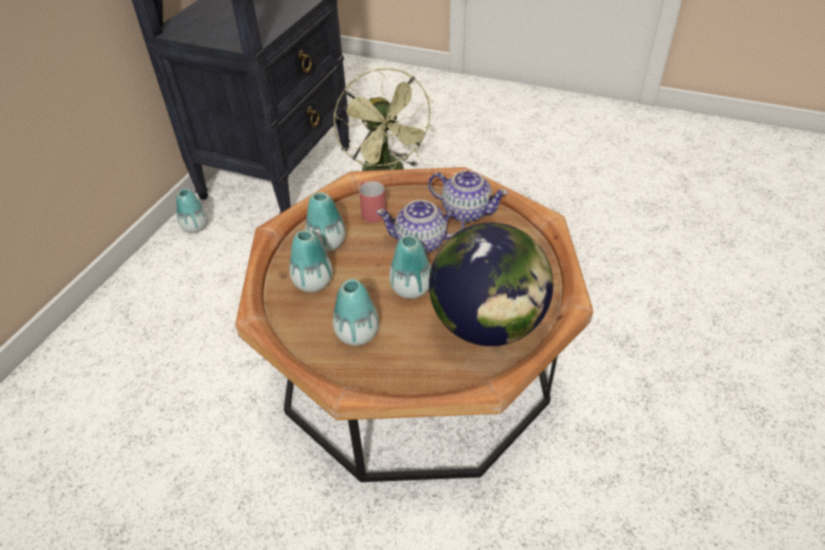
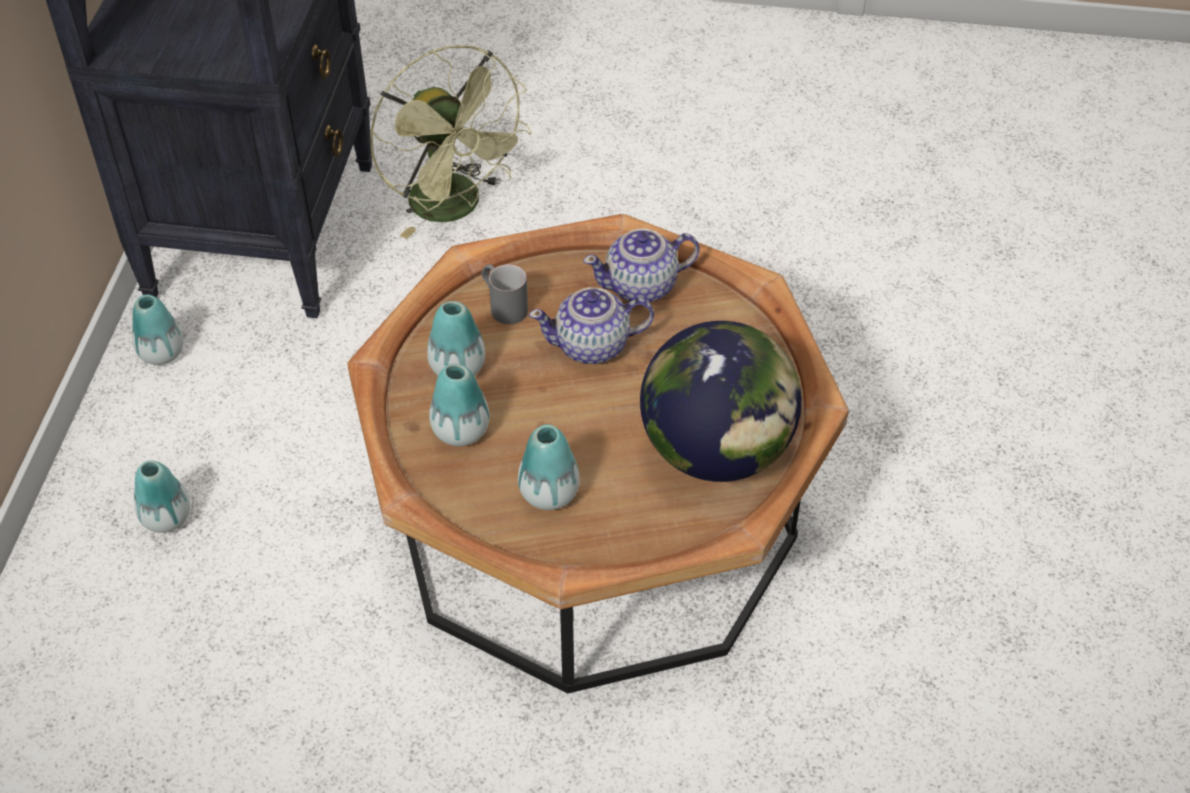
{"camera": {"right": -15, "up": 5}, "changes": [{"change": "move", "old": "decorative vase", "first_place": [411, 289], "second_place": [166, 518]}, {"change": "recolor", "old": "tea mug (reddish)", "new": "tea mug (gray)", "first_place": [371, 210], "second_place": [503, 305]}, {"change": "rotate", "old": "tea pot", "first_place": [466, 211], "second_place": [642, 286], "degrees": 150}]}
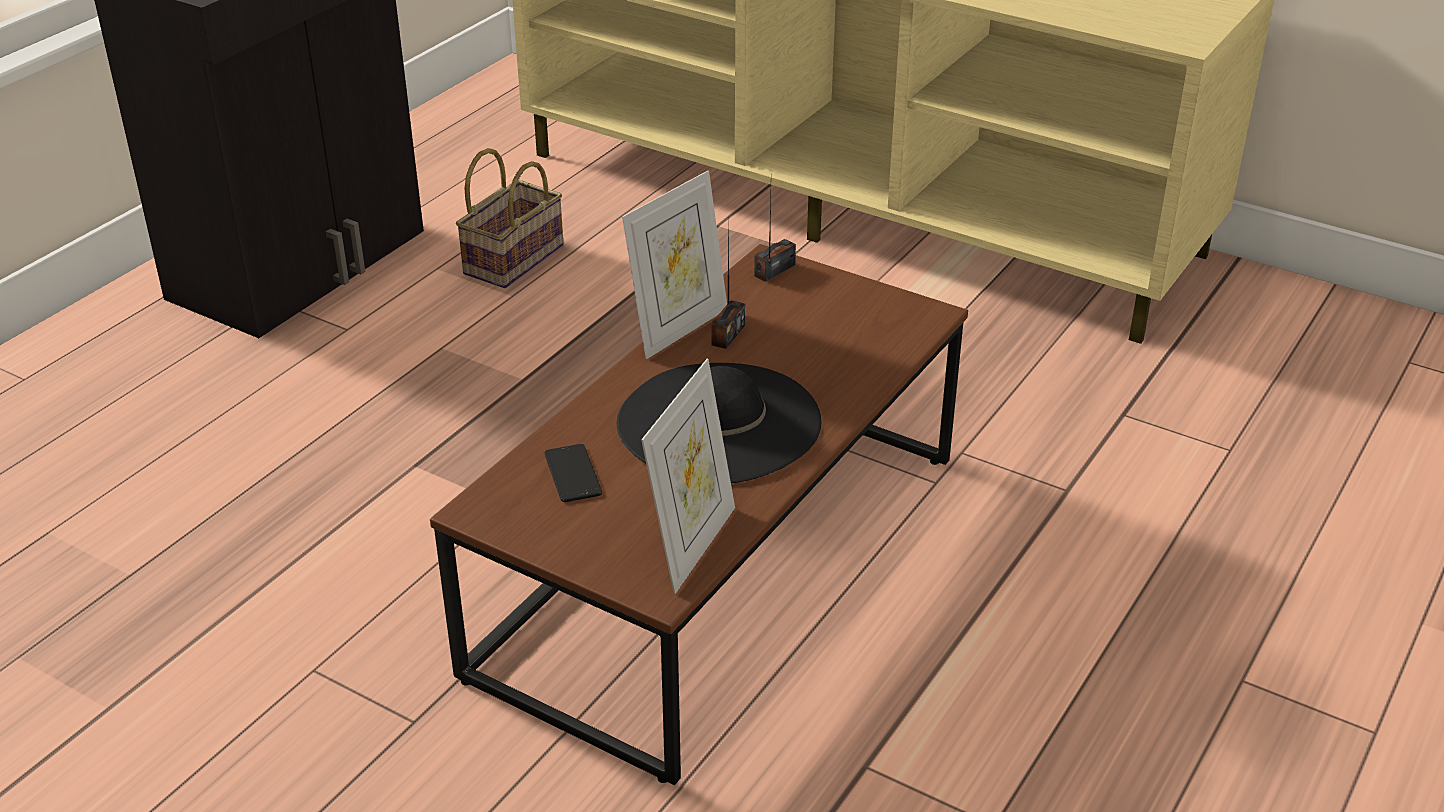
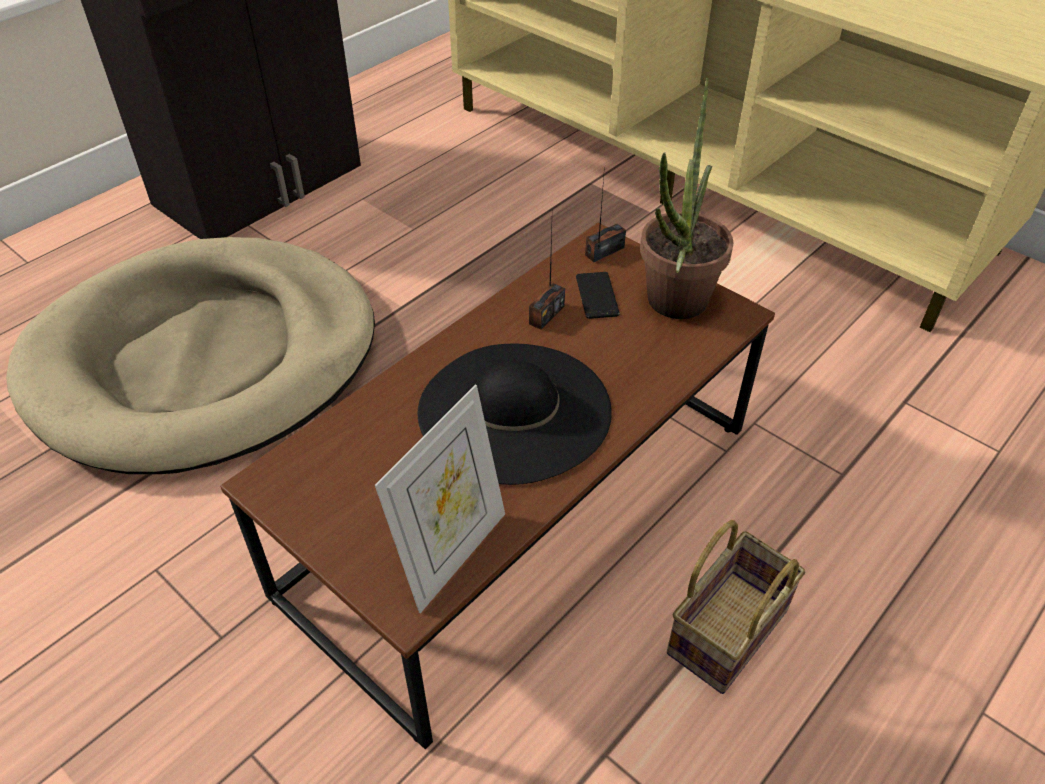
{"camera": {"right": 10, "up": 10}, "changes": [{"change": "insert", "new": "dog bed (beige-coloured)", "second_place": [205, 360]}, {"change": "move", "old": "handset", "first_place": [572, 474], "second_place": [597, 296]}, {"change": "insert", "new": "plant in a pot", "second_place": [672, 308]}, {"change": "move", "old": "basket", "first_place": [513, 258], "second_place": [727, 627]}, {"change": "delete", "old": "standing frame", "first_place": [678, 328]}]}
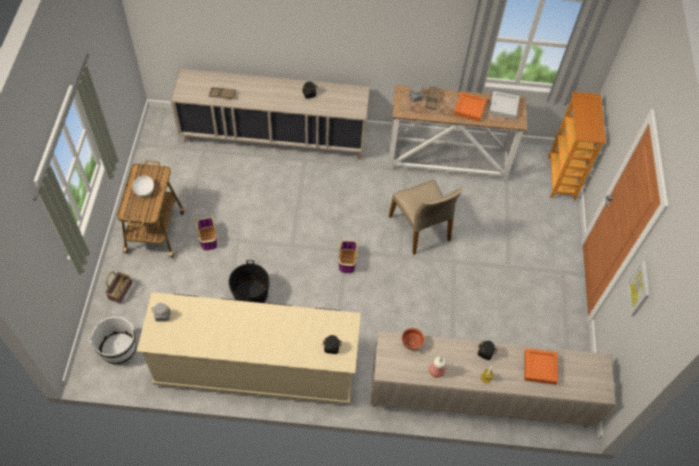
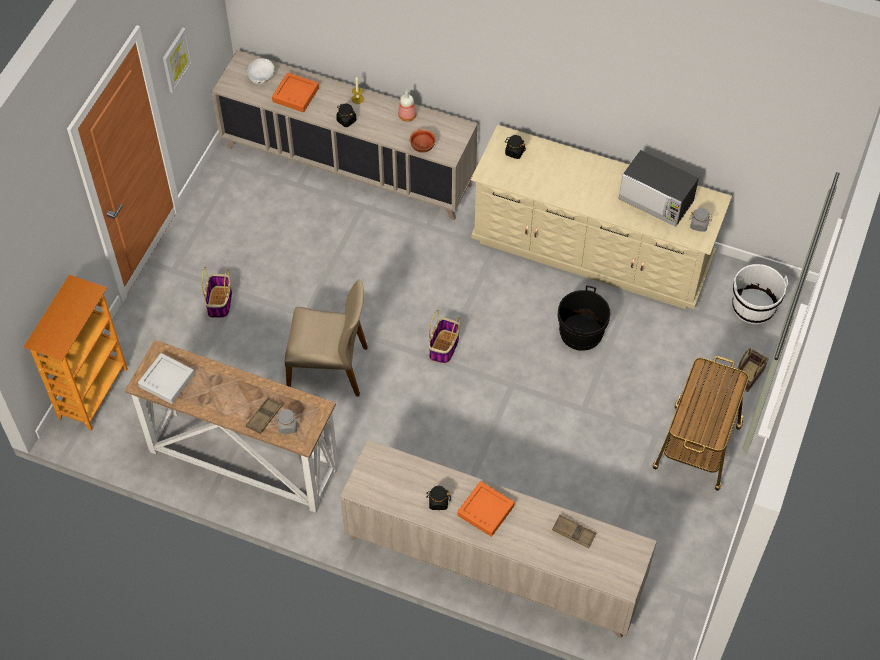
{"camera": {"right": -160, "up": 0}, "changes": [{"change": "move", "old": "basket", "first_place": [208, 238], "second_place": [220, 303]}, {"change": "move", "old": "deep dish (white)", "first_place": [144, 190], "second_place": [262, 77]}, {"change": "rotate", "old": "chair (beige-coloured)", "first_place": [420, 228], "second_place": [329, 368], "degrees": 105}, {"change": "move", "old": "tray (orange)", "first_place": [469, 109], "second_place": [485, 511]}, {"change": "insert", "new": "microwave", "second_place": [656, 201]}]}
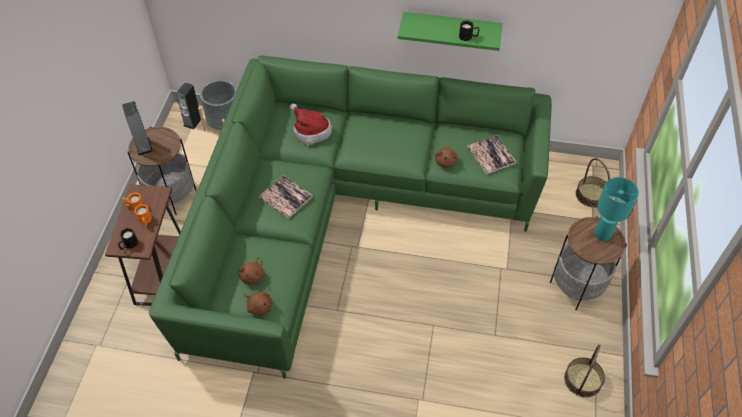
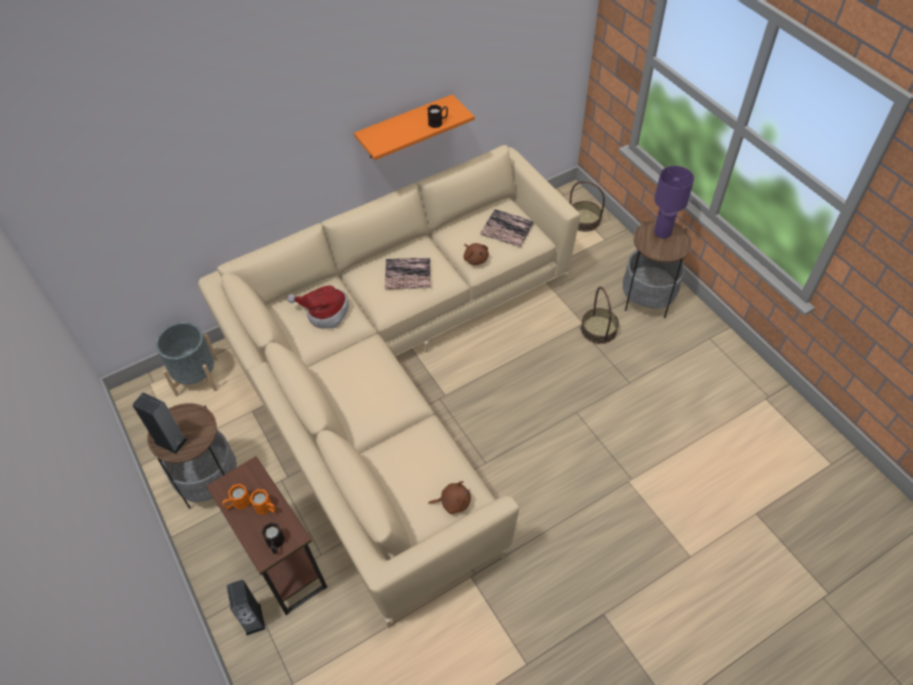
{"camera": {"right": -40, "up": 0}, "changes": [{"change": "recolor", "old": "settee (greenish)", "new": "settee (beige-coloured)", "first_place": [340, 211], "second_place": [396, 376]}, {"change": "move", "old": "speaker", "first_place": [193, 121], "second_place": [253, 619]}, {"change": "recolor", "old": "shelf (greenish)", "new": "shelf (orange)", "first_place": [451, 30], "second_place": [405, 128]}, {"change": "move", "old": "bound book", "first_place": [285, 197], "second_place": [408, 274]}, {"change": "move", "old": "basket", "first_place": [583, 380], "second_place": [599, 329]}, {"change": "recolor", "old": "tabletop lamp (blue-green)", "new": "tabletop lamp (purple-coloured)", "first_place": [603, 234], "second_place": [662, 232]}, {"change": "delete", "old": "soft toy (brownish)", "first_place": [253, 276]}]}
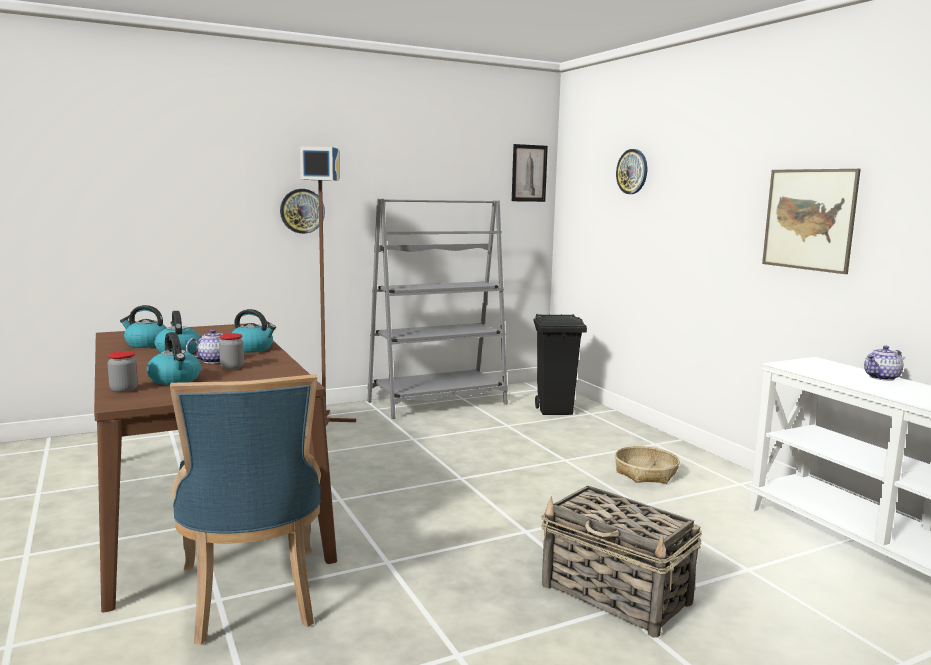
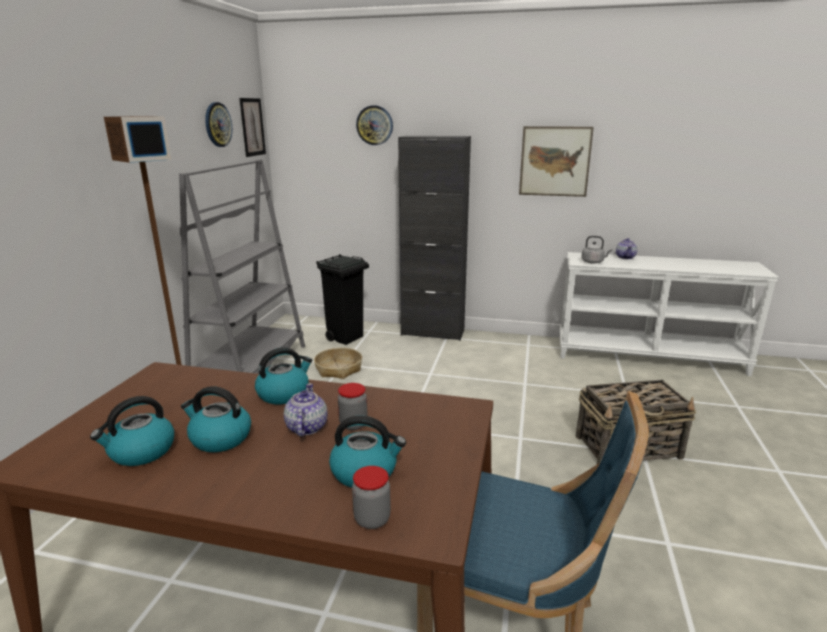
{"camera": {"right": -50, "up": 10}, "changes": [{"change": "move", "old": "hanging clock", "first_place": [302, 211], "second_place": [217, 124]}, {"change": "move", "old": "basket", "first_place": [645, 473], "second_place": [338, 369]}, {"change": "insert", "new": "storage cabinet (blackish)", "second_place": [432, 332]}, {"change": "insert", "new": "kettle (gray)", "second_place": [593, 262]}]}
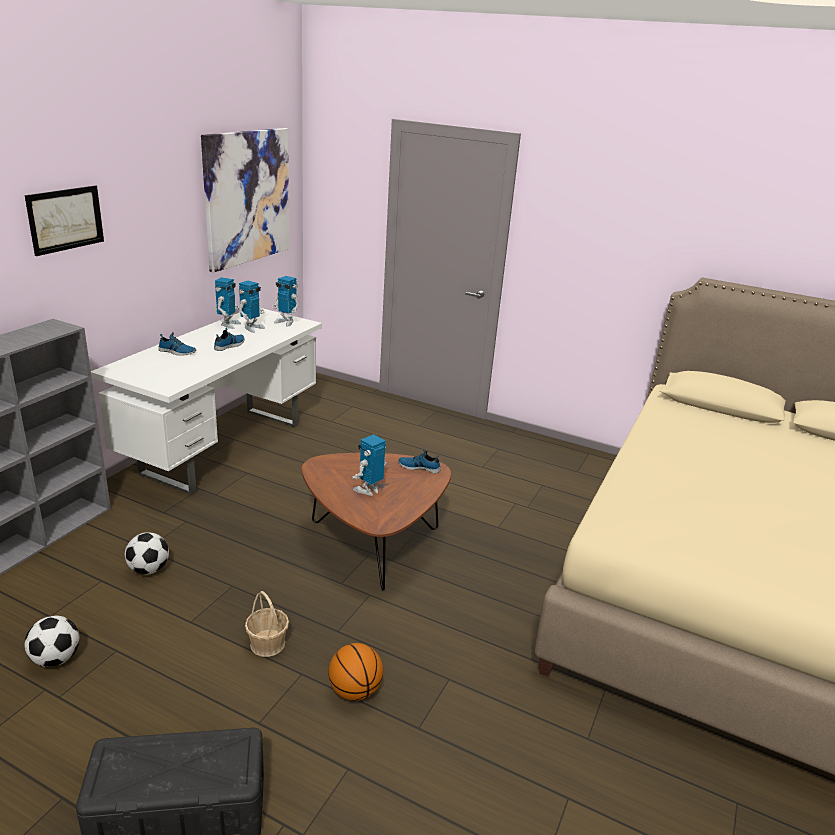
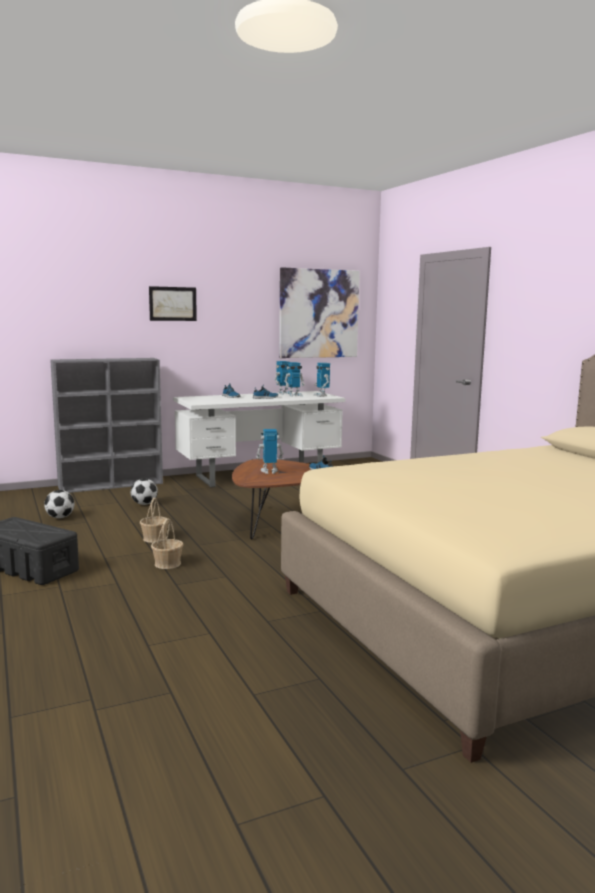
{"camera": {"right": 40, "up": -15}, "changes": [{"change": "replace", "old": "ball for basketball", "new": "basket", "first_place": [355, 691], "second_place": [168, 564]}]}
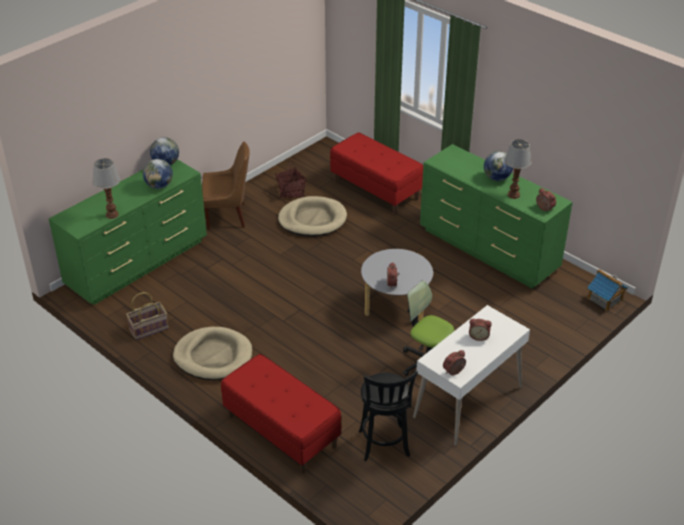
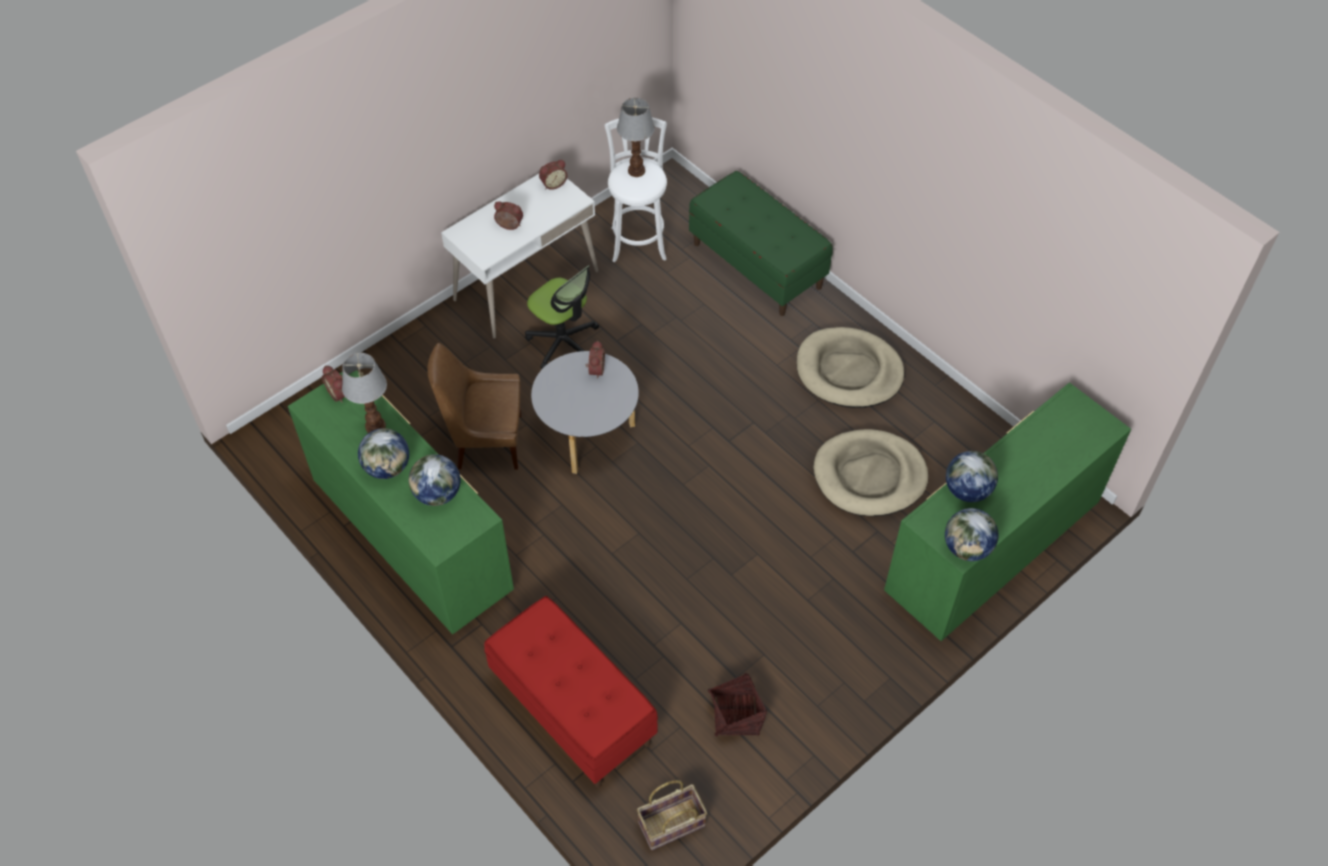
{"camera": {"right": -175, "up": 15}, "changes": [{"change": "insert", "new": "globe", "second_place": [437, 494]}, {"change": "move", "old": "chair (brownish)", "first_place": [228, 216], "second_place": [486, 442]}, {"change": "recolor", "old": "sitting stool (blackish)", "new": "sitting stool (white)", "first_place": [384, 446], "second_place": [638, 241]}, {"change": "move", "old": "tabletop lamp", "first_place": [112, 214], "second_place": [637, 171]}, {"change": "move", "old": "basket", "first_place": [149, 328], "second_place": [671, 825]}, {"change": "recolor", "old": "long seat (reddish)", "new": "long seat (greenish)", "first_place": [281, 431], "second_place": [757, 265]}, {"change": "move", "old": "dog bed (beige-coloured)", "first_place": [312, 219], "second_place": [869, 476]}, {"change": "delete", "old": "toy house", "first_place": [605, 299]}]}
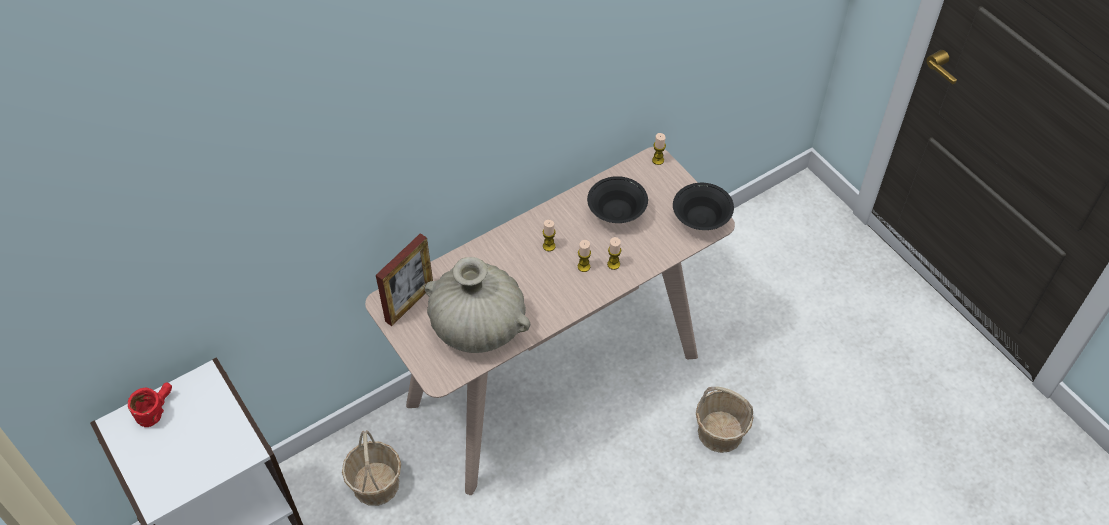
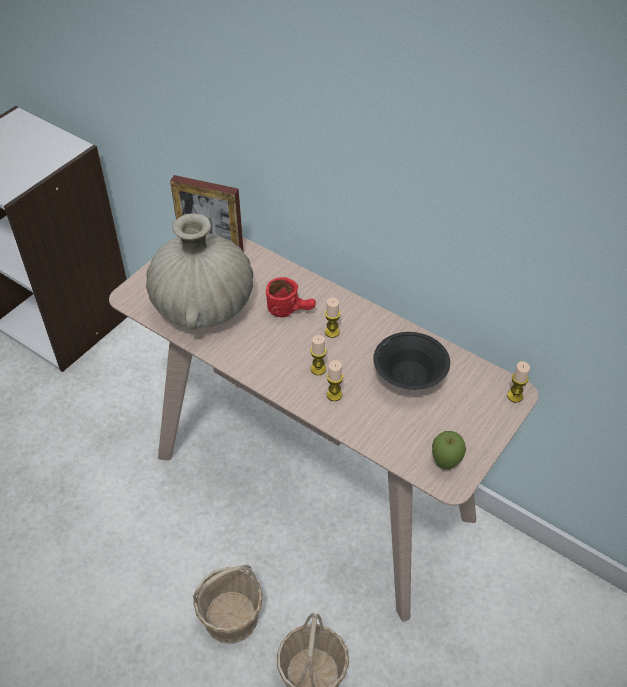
{"camera": {"right": 70, "up": -5}, "changes": [{"change": "move", "old": "basket", "first_place": [376, 483], "second_place": [231, 617]}, {"change": "move", "old": "tea mug (reddish)", "first_place": [155, 409], "second_place": [291, 309]}, {"change": "replace", "old": "deep dish (blackish)", "new": "apple", "first_place": [701, 220], "second_place": [445, 464]}]}
